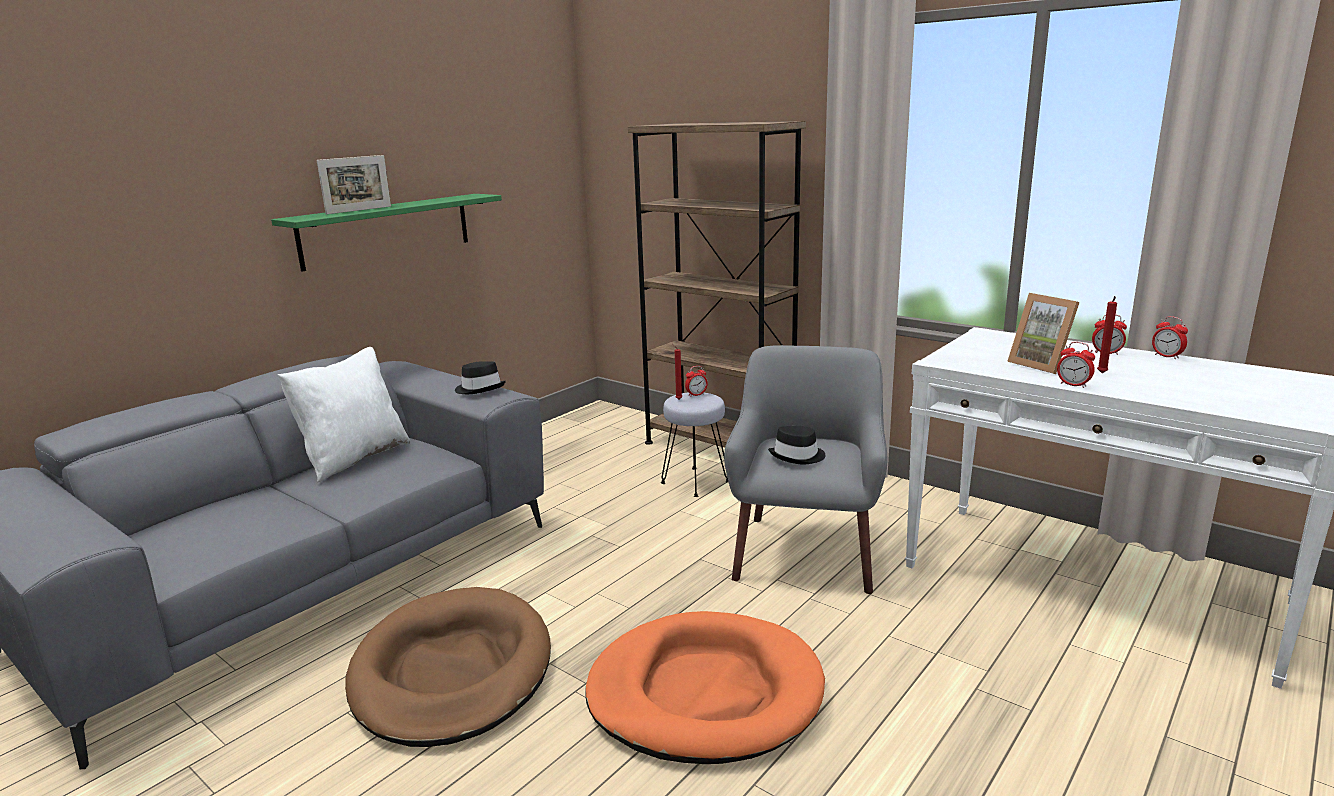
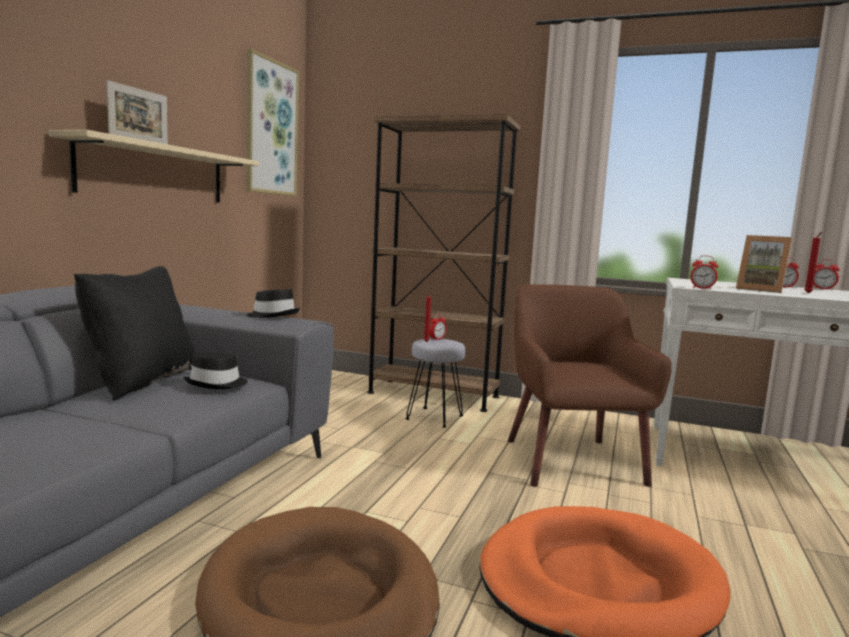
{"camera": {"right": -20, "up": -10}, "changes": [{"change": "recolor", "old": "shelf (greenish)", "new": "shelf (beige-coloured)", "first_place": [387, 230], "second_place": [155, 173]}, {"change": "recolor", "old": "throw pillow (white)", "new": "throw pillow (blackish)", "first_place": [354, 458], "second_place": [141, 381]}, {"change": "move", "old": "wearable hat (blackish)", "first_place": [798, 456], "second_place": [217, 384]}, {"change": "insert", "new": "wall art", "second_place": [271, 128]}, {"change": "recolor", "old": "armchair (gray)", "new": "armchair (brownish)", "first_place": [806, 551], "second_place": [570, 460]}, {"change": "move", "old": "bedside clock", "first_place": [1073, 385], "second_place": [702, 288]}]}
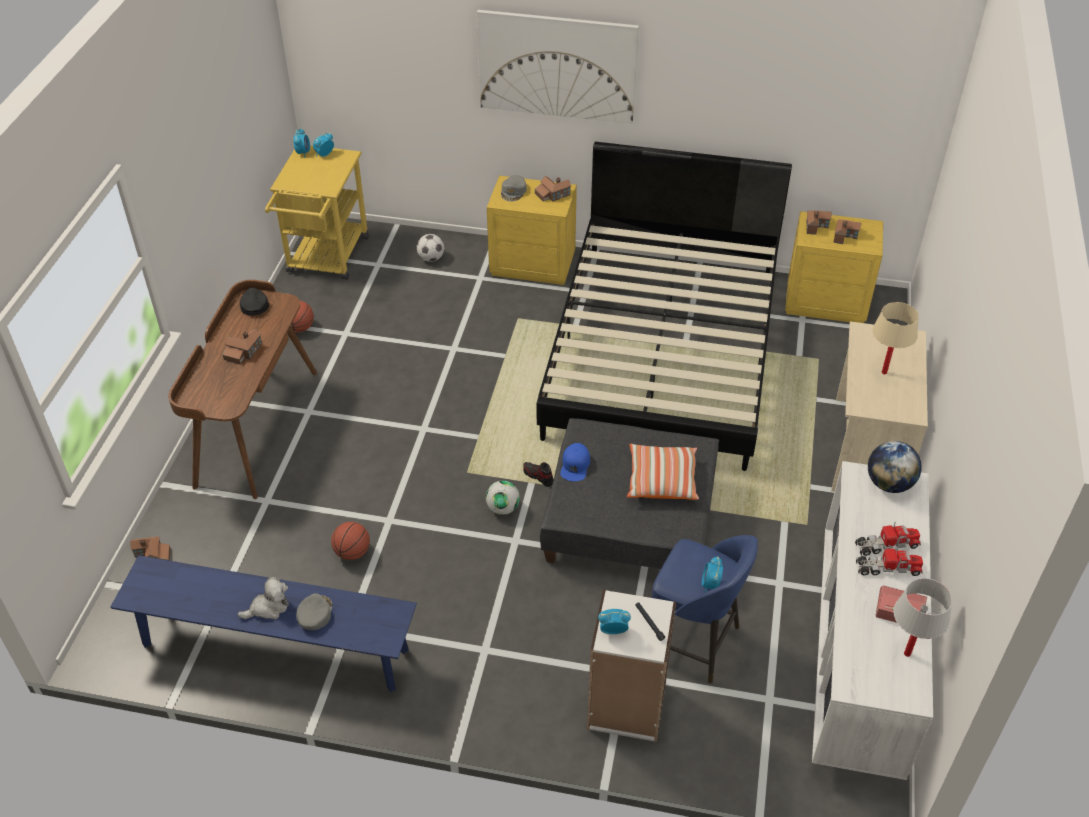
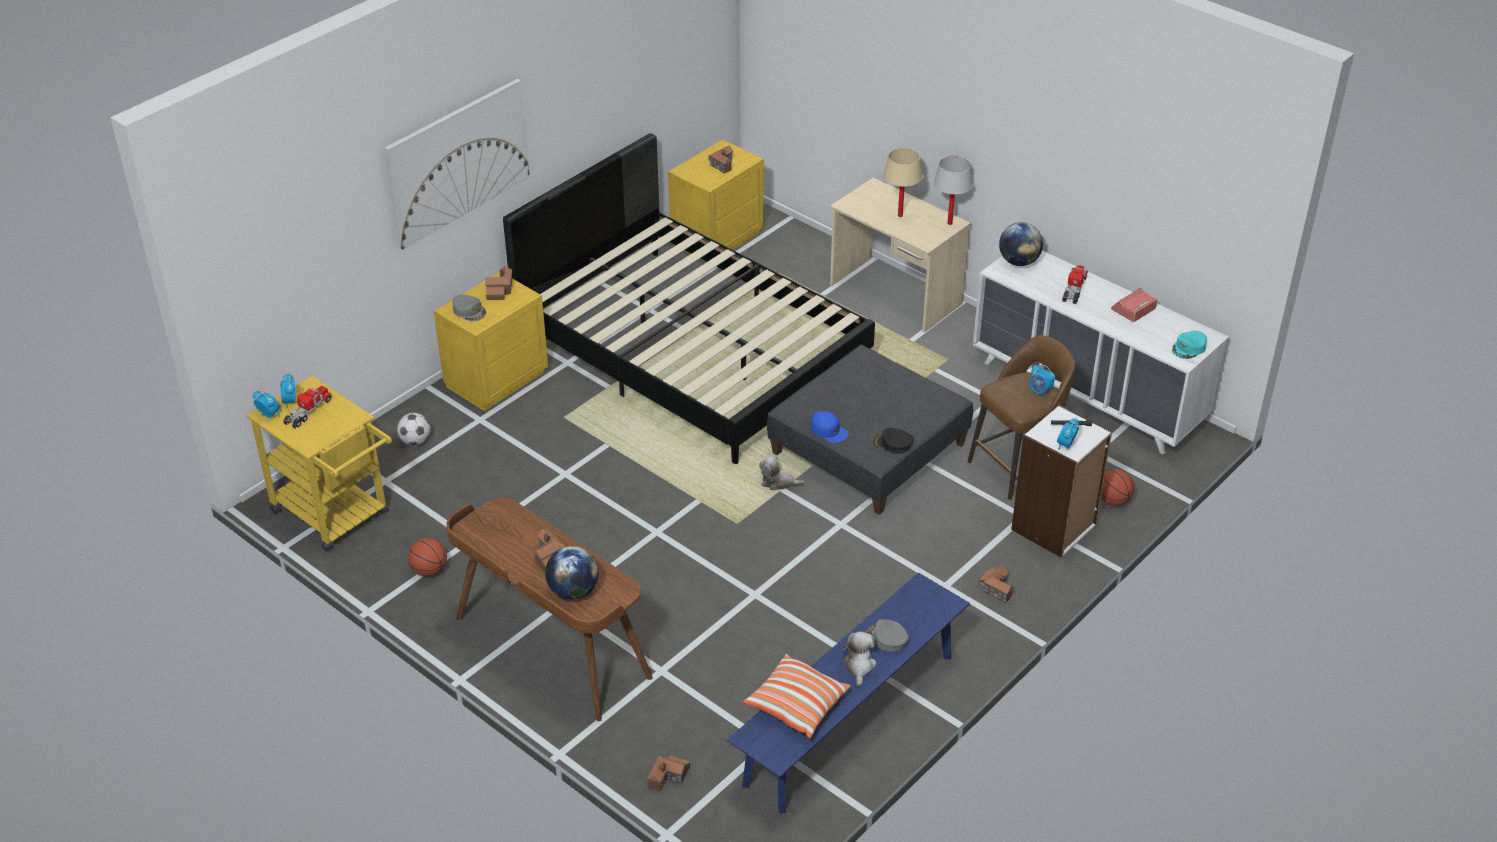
{"camera": {"right": -60, "up": -5}, "changes": [{"change": "move", "old": "toy truck", "first_place": [888, 568], "second_place": [308, 411]}, {"change": "insert", "new": "globe", "second_place": [573, 591]}, {"change": "move", "old": "throw pillow", "first_place": [661, 480], "second_place": [796, 705]}, {"change": "replace", "old": "item of footwear", "new": "soft toy", "first_place": [538, 477], "second_place": [778, 482]}, {"change": "move", "old": "cap (blackish)", "first_place": [254, 305], "second_place": [893, 444]}, {"change": "move", "old": "tabletop lamp (white)", "first_place": [907, 654], "second_place": [949, 223]}, {"change": "recolor", "old": "sitting stool (bluish)", "new": "sitting stool (brownish)", "first_place": [693, 641], "second_place": [1017, 467]}, {"change": "move", "old": "toy house", "first_place": [816, 225], "second_place": [996, 588]}, {"change": "move", "old": "ball for basketball", "first_place": [352, 552], "second_place": [1113, 501]}, {"change": "insert", "new": "cap (blue-green)", "second_place": [1189, 348]}, {"change": "delete", "old": "football", "first_place": [503, 508]}]}
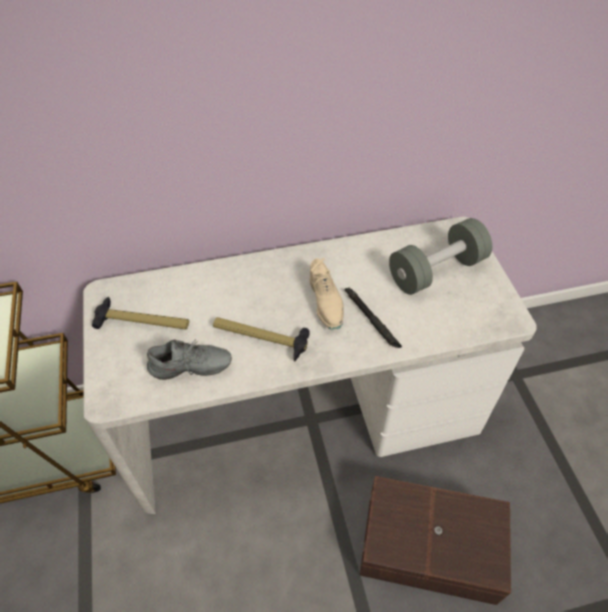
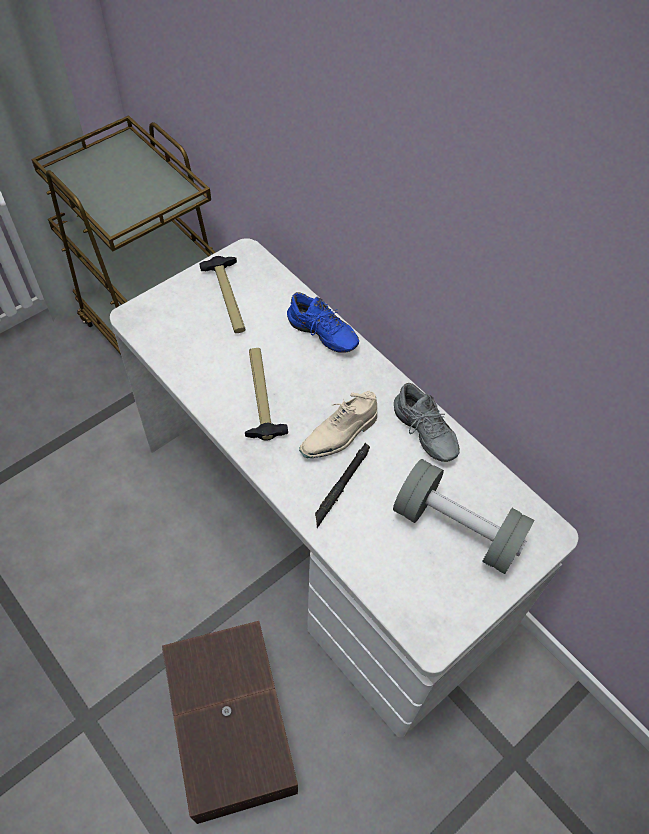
{"camera": {"right": 60, "up": 5}, "changes": [{"change": "insert", "new": "item of footwear (bluish)", "second_place": [320, 336]}, {"change": "move", "old": "item of footwear (gray)", "first_place": [191, 370], "second_place": [421, 434]}]}
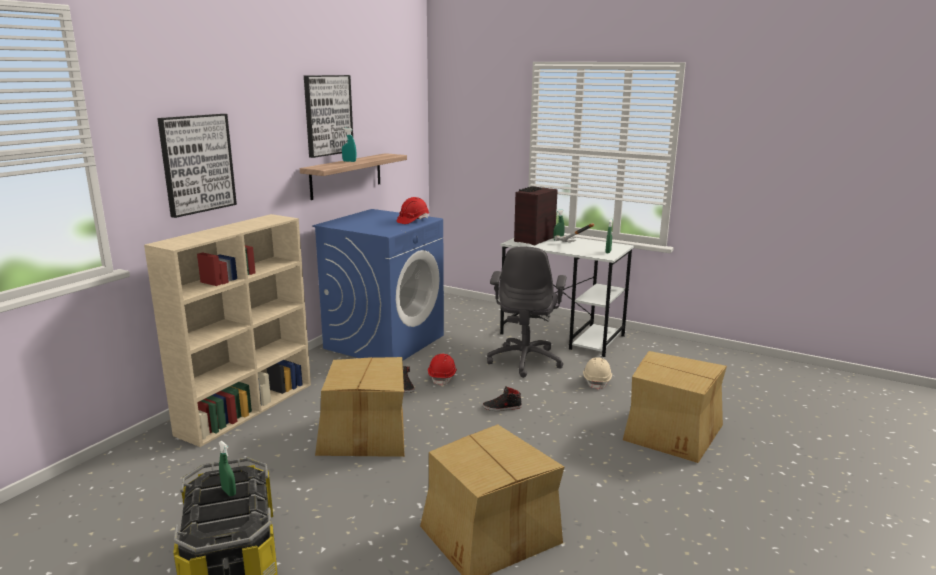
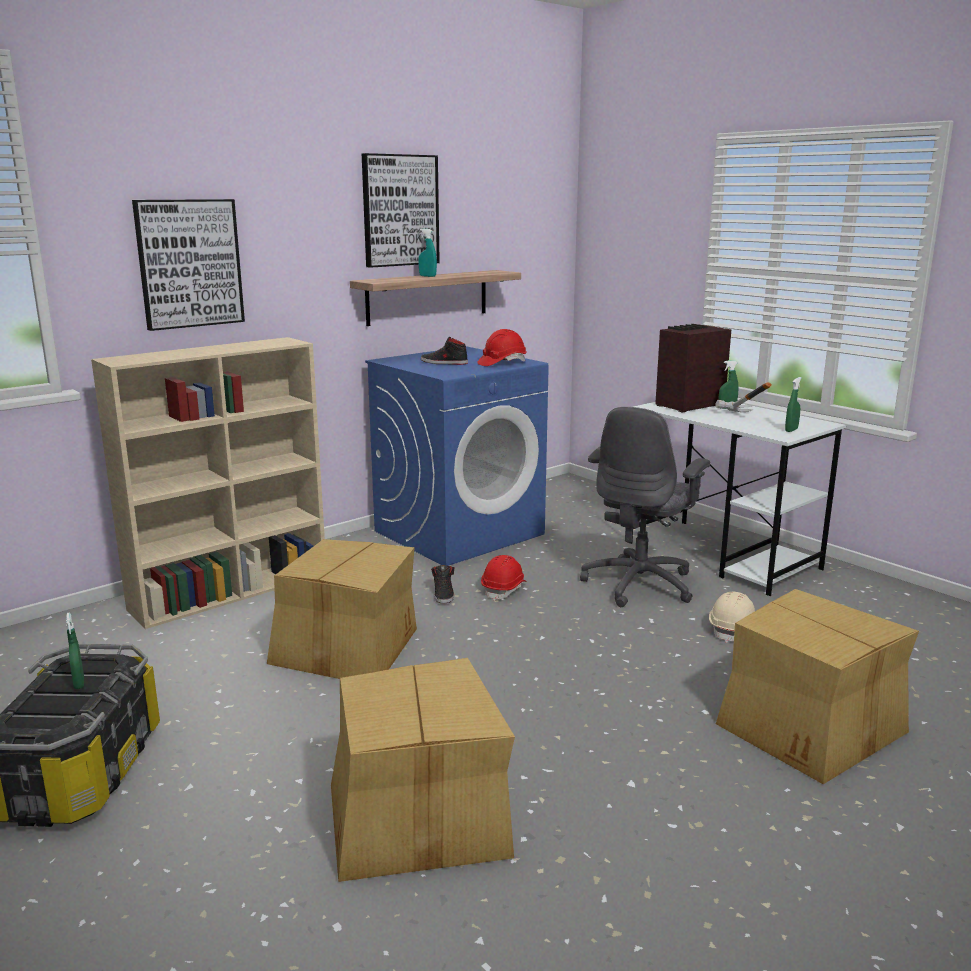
{"camera": {"right": 20, "up": 0}, "changes": [{"change": "move", "old": "item of footwear (blackish)", "first_place": [502, 407], "second_place": [444, 363]}]}
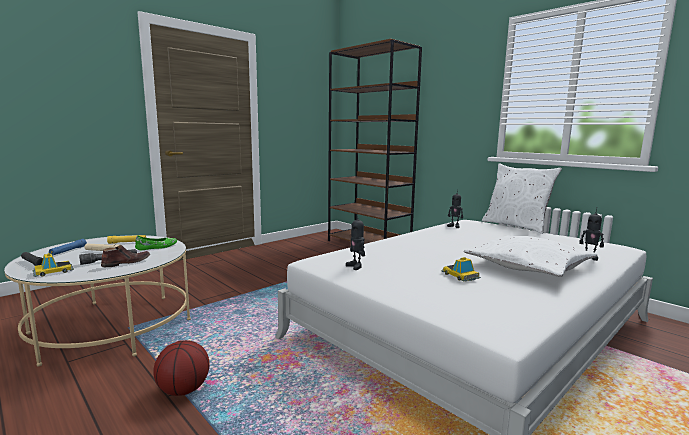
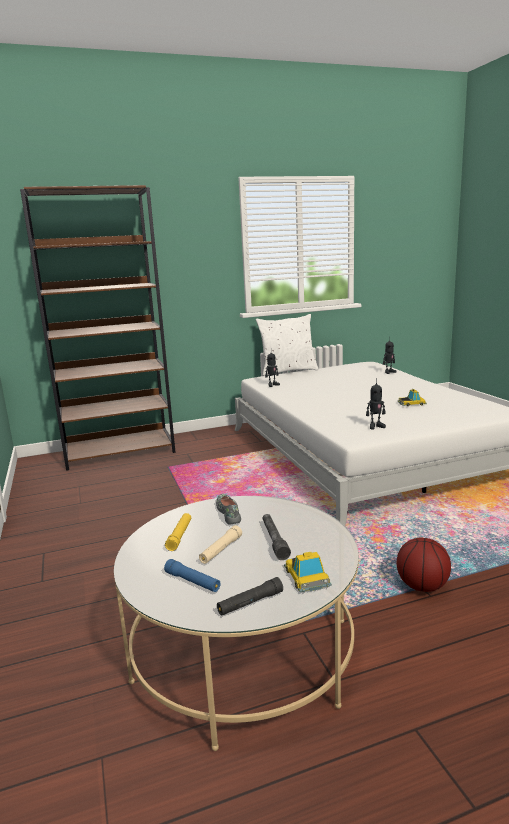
{"camera": {"right": -65, "up": 5}, "changes": [{"change": "recolor", "old": "item of footwear (greenish)", "new": "item of footwear (gray)", "first_place": [157, 247], "second_place": [229, 513]}, {"change": "delete", "old": "item of footwear (brownish)", "first_place": [126, 263]}, {"change": "delete", "old": "throw pillow (white)", "first_place": [528, 267]}]}
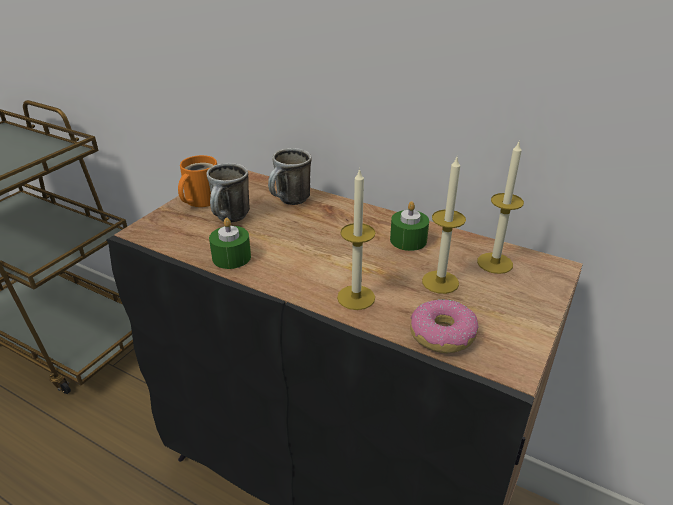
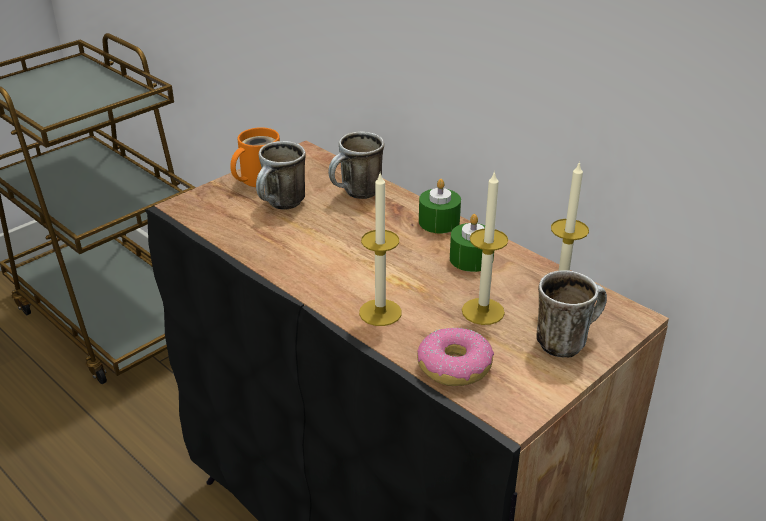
{"camera": {"right": 15, "up": 0}, "changes": [{"change": "move", "old": "candle (greenish)", "first_place": [231, 257], "second_place": [439, 222]}, {"change": "insert", "new": "tea mug", "second_place": [566, 340]}]}
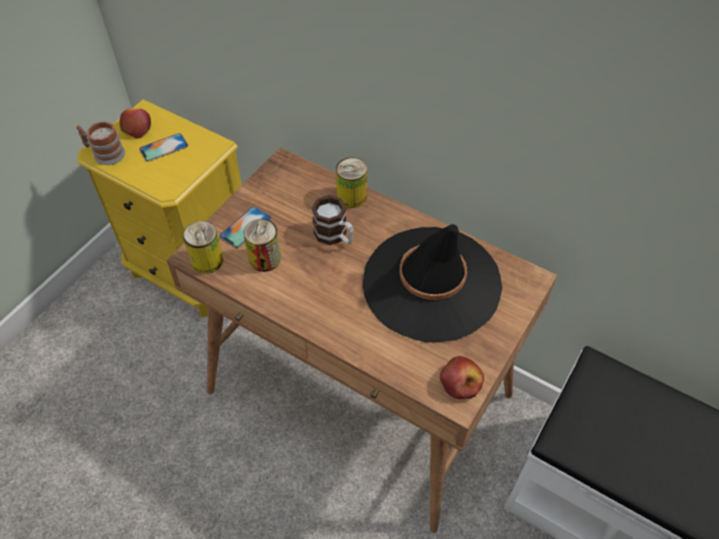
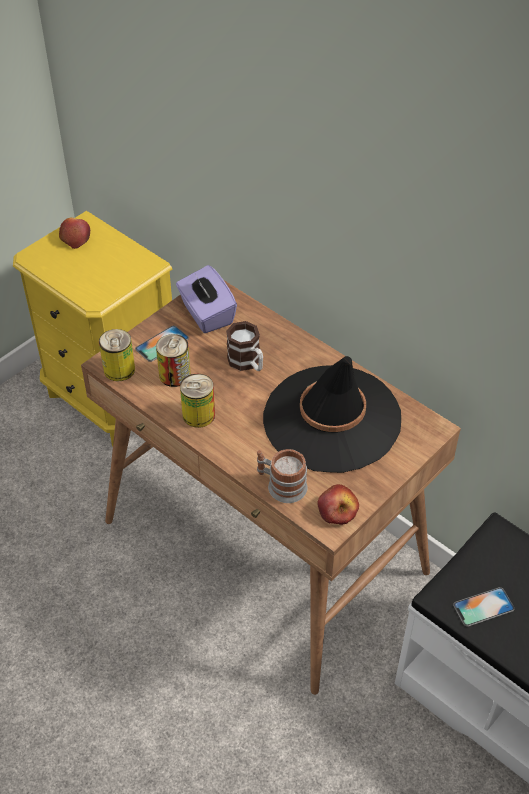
{"camera": {"right": 10, "up": -5}, "changes": [{"change": "insert", "new": "box of tissues (purple-coloured)", "second_place": [206, 314]}, {"change": "move", "old": "can", "first_place": [351, 196], "second_place": [198, 415]}, {"change": "move", "old": "tea mug", "first_place": [104, 153], "second_place": [281, 485]}, {"change": "move", "old": "handset", "first_place": [163, 147], "second_place": [483, 607]}]}
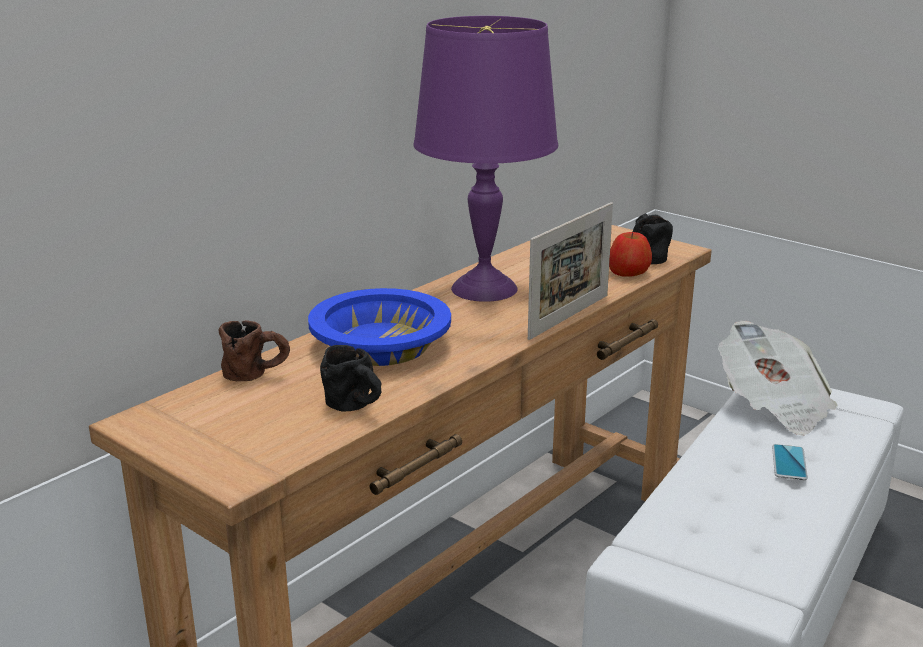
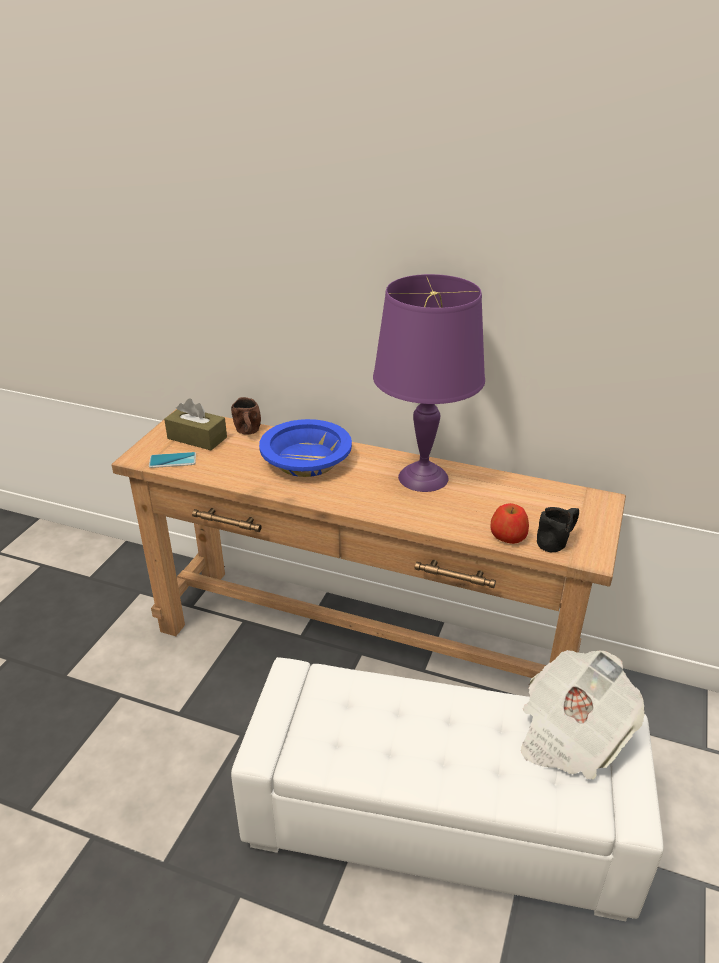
{"camera": {"right": 70, "up": 10}, "changes": [{"change": "move", "old": "handset", "first_place": [789, 463], "second_place": [172, 460]}, {"change": "insert", "new": "box of tissues (brownish)", "second_place": [197, 438]}, {"change": "delete", "old": "tea mug (blackish)", "first_place": [356, 407]}, {"change": "delete", "old": "standing frame", "first_place": [569, 316]}]}
